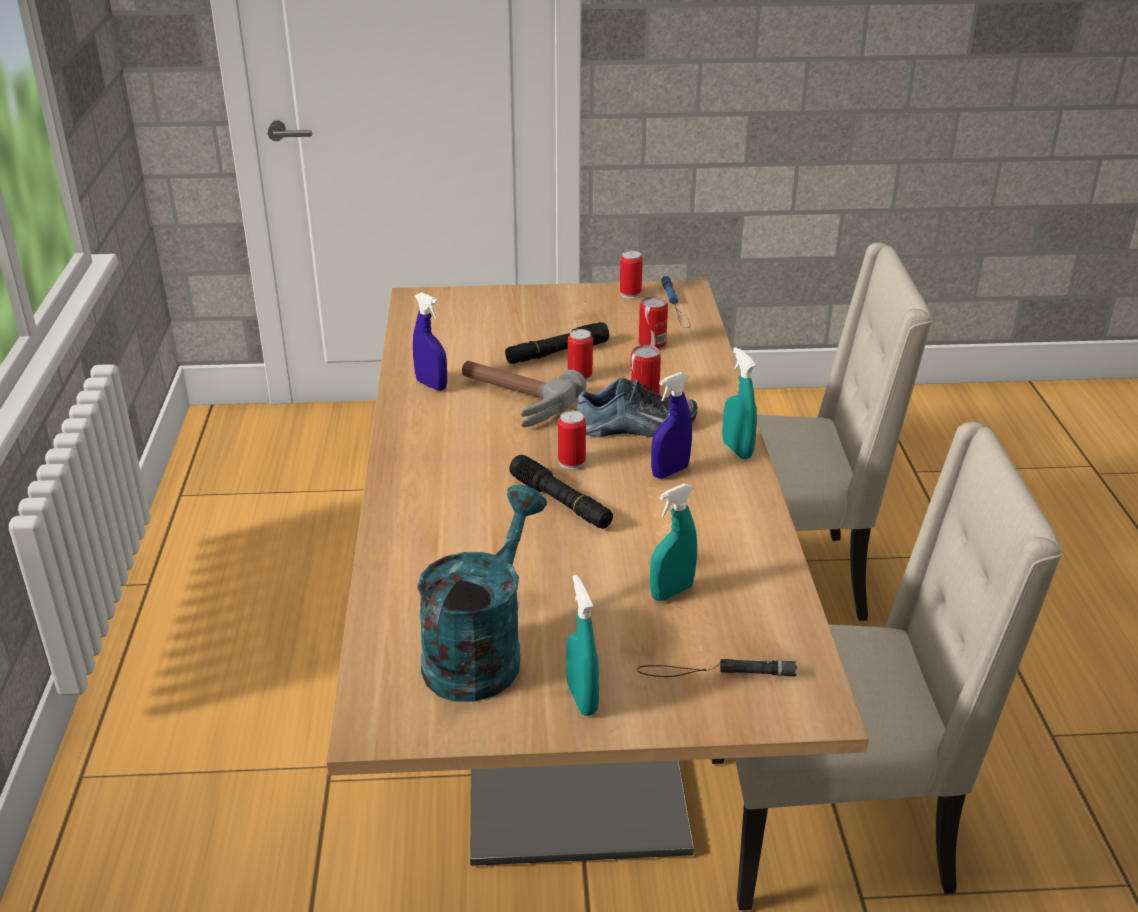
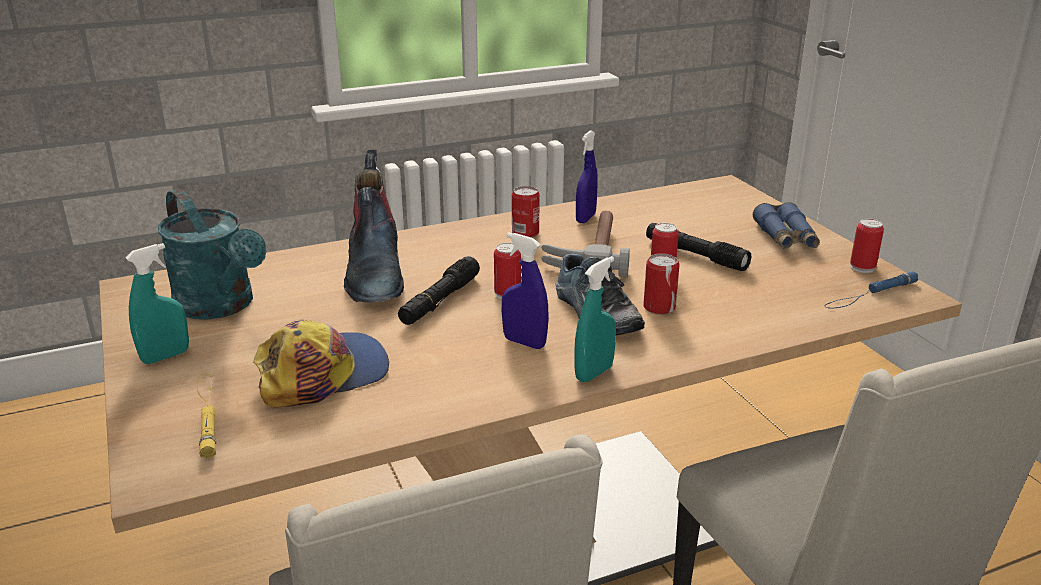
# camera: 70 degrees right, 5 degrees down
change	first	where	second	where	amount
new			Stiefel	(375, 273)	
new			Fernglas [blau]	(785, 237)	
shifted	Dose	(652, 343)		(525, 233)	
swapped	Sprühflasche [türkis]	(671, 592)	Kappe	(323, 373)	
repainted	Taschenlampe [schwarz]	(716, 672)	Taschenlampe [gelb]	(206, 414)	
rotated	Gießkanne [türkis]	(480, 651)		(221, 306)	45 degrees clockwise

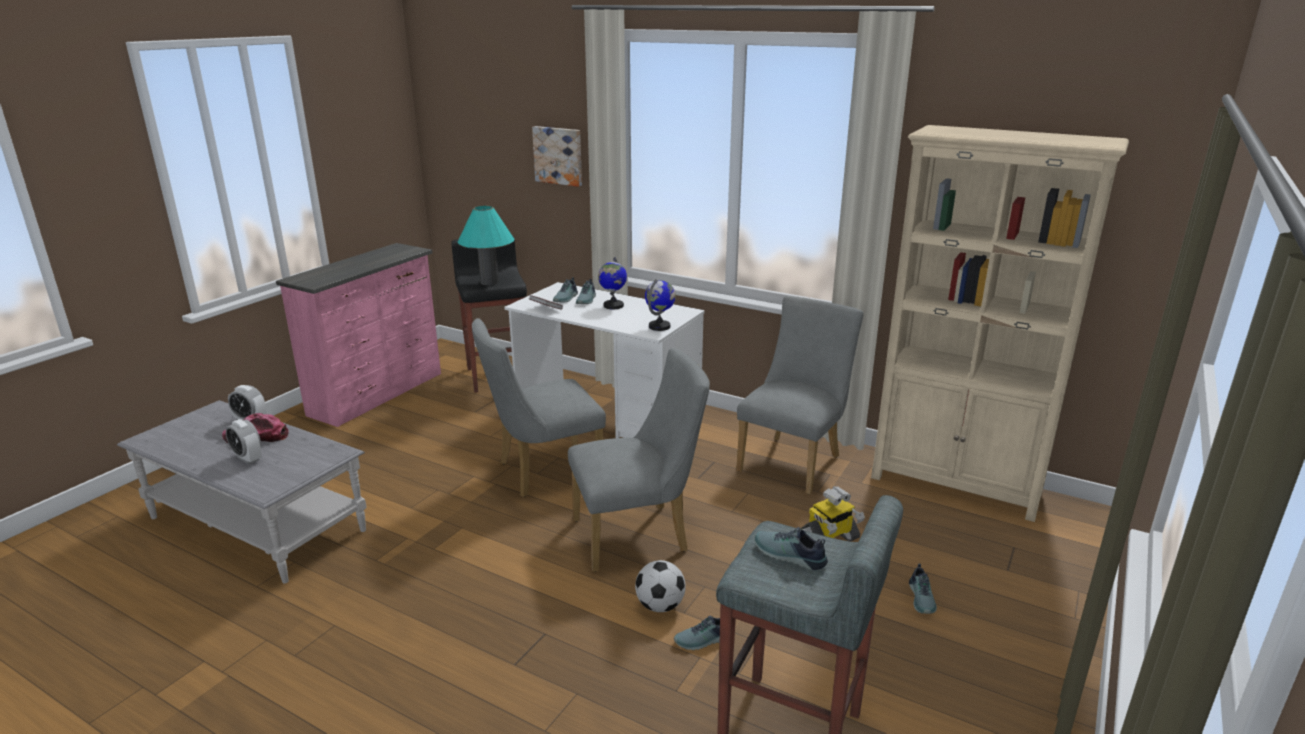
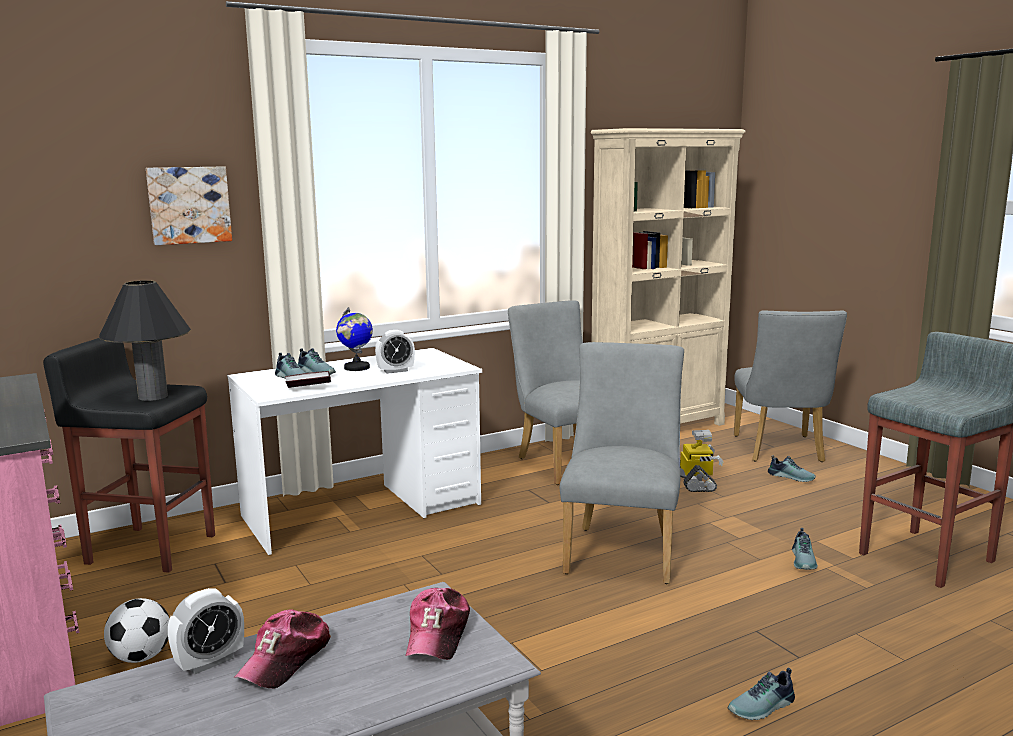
# camera: 60 degrees left, 10 degrees down
change	first	where	second	where	amount
gone	Globus	(659, 327)			
new			Kappe	(438, 634)	
shifted	Wecker	(248, 458)		(395, 371)	
shifted	Stuhl [grau]	(543, 472)		(780, 451)	
shifted	Fußball	(660, 606)		(141, 657)	
shifted	Schuh	(788, 556)		(763, 708)	
repainted	Tischlampe [türkis]	(489, 282)	Tischlampe [schwarz]	(153, 396)	

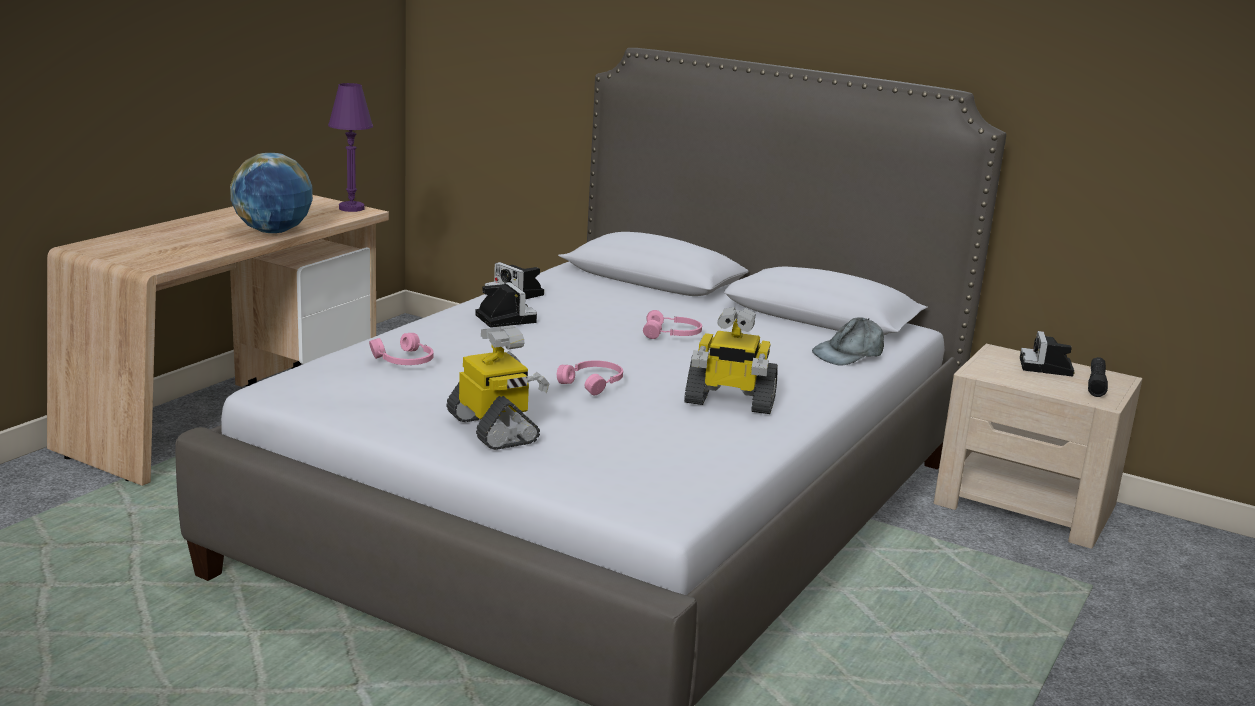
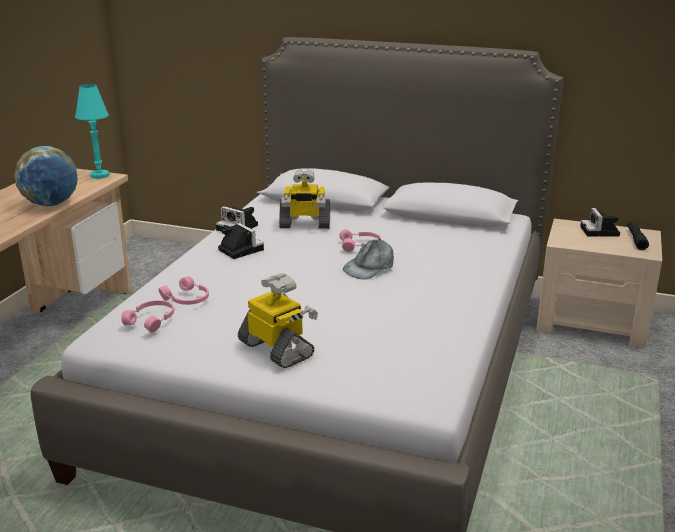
# camera: 10 degrees left, 5 degrees up
change	first	where	second	where	amount
shifted	Kopfhörer [rosa]	(593, 383)		(152, 320)	
shifted	Spielzeugroboter	(729, 402)		(304, 224)	
shifted	Kappe [grau]	(849, 354)		(369, 267)	
repainted	Tischlampe [lila]	(351, 208)	Tischlampe [türkis]	(99, 175)	

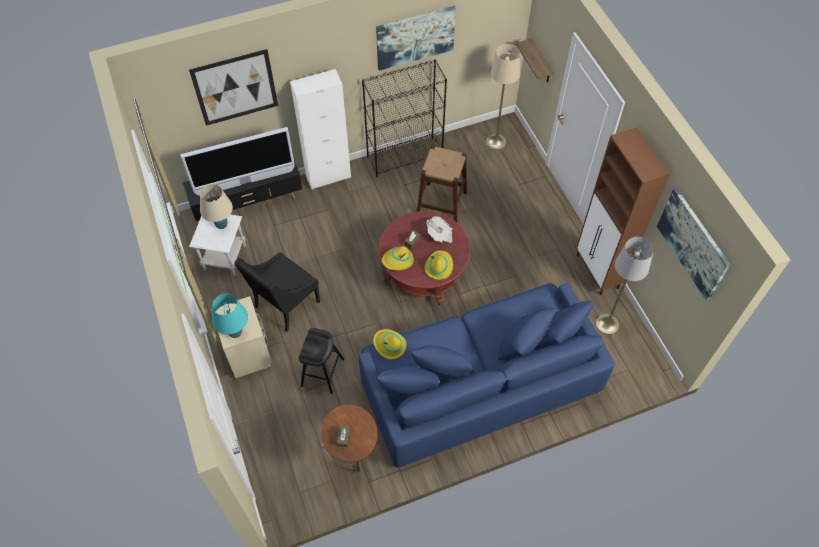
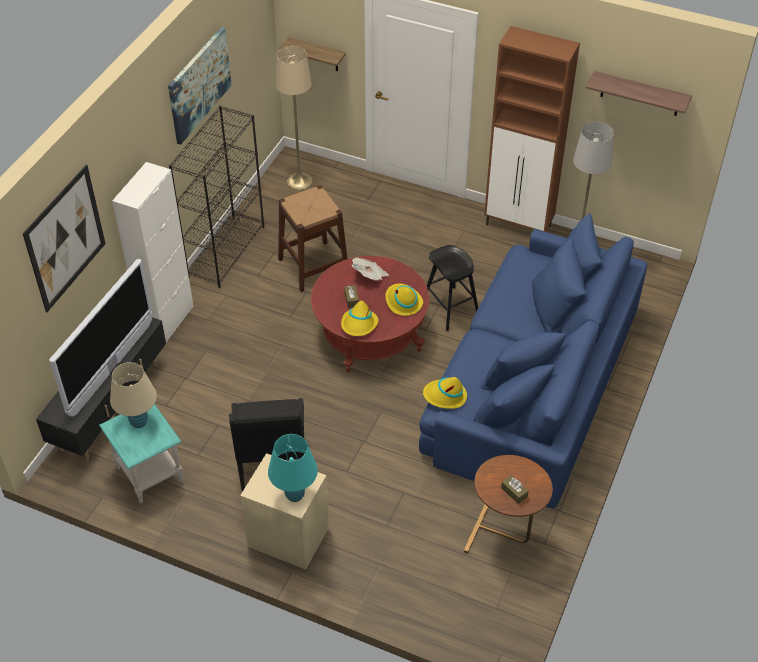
# camera: 45 degrees left, 10 degrees down
change	first	where	second	where	amount
shifted	Hocker [schwarz]	(322, 372)		(450, 308)	
swapped	Bild	(693, 243)	Wandregal	(640, 94)	
repainted	Beistelltisch [weiß]	(225, 257)	Beistelltisch [türkis]	(149, 473)	

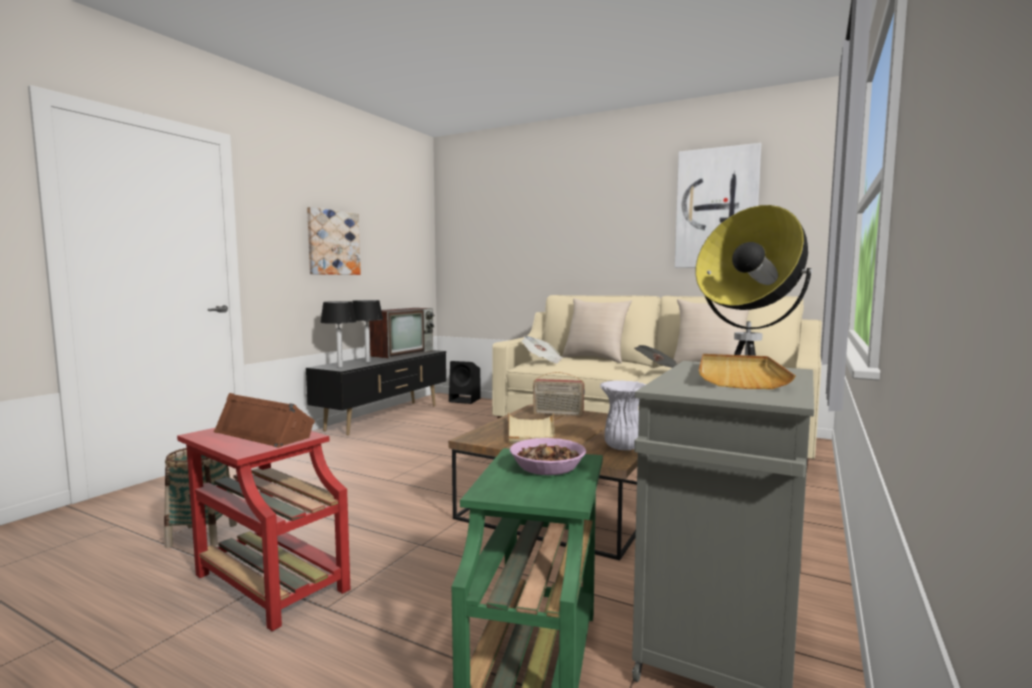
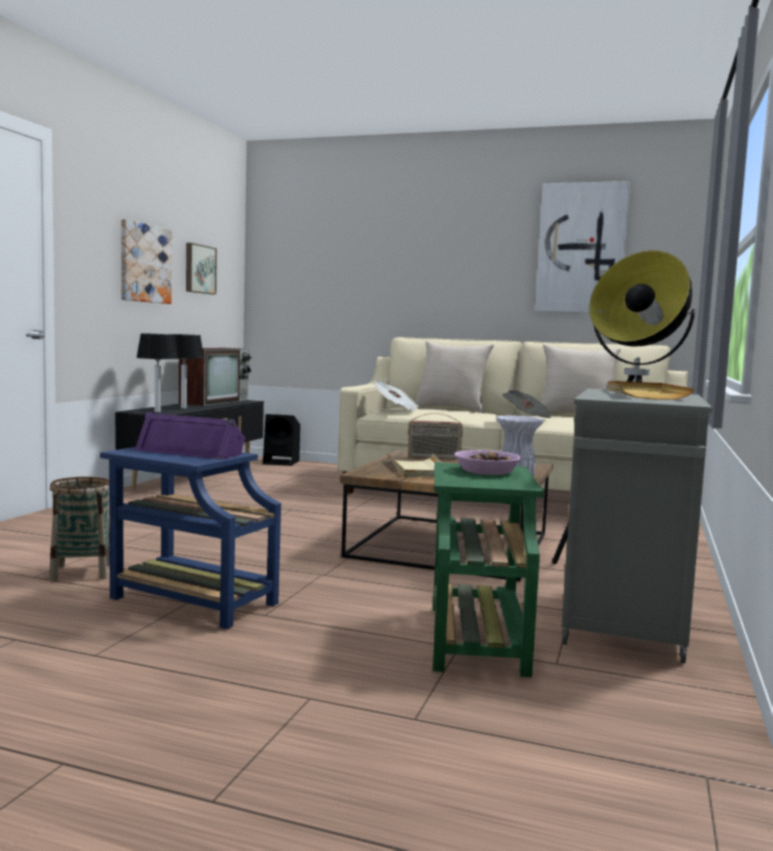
# camera: 10 degrees left, 0 degrees up
change	first	where	second	where	amount
new			Bild	(199, 269)	
repainted	Beistelltisch [rot]	(268, 581)	Beistelltisch [blau]	(190, 601)	
repainted	Lautsprecher [braun]	(265, 433)	Lautsprecher [lila]	(191, 452)	

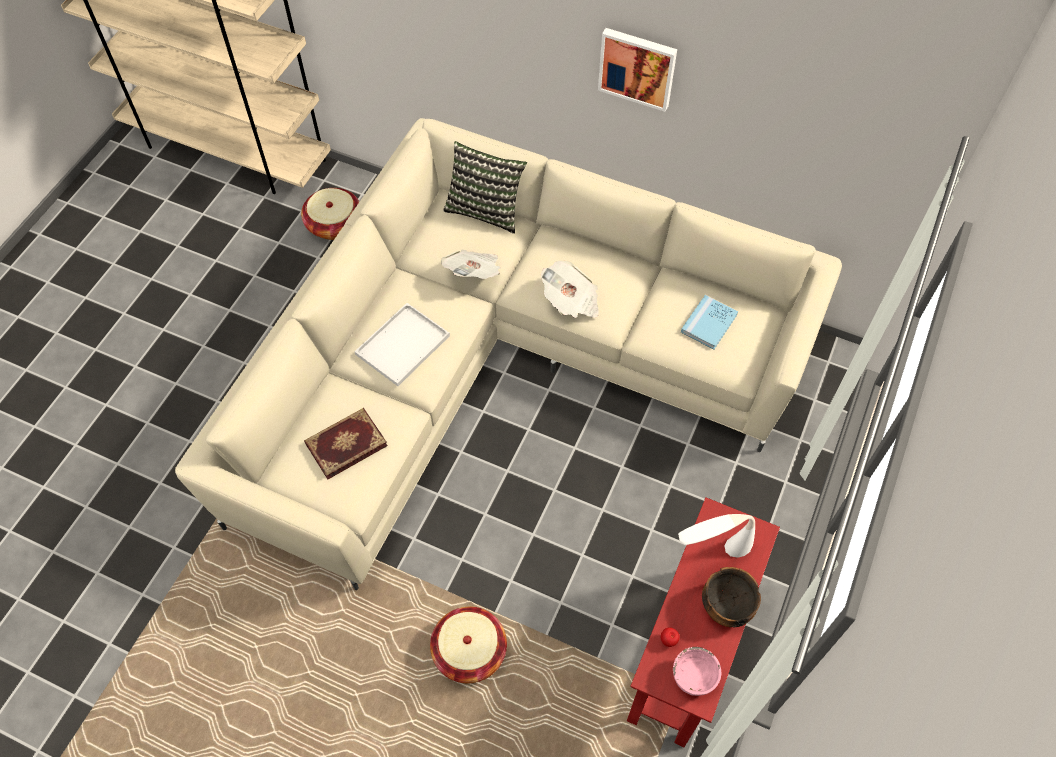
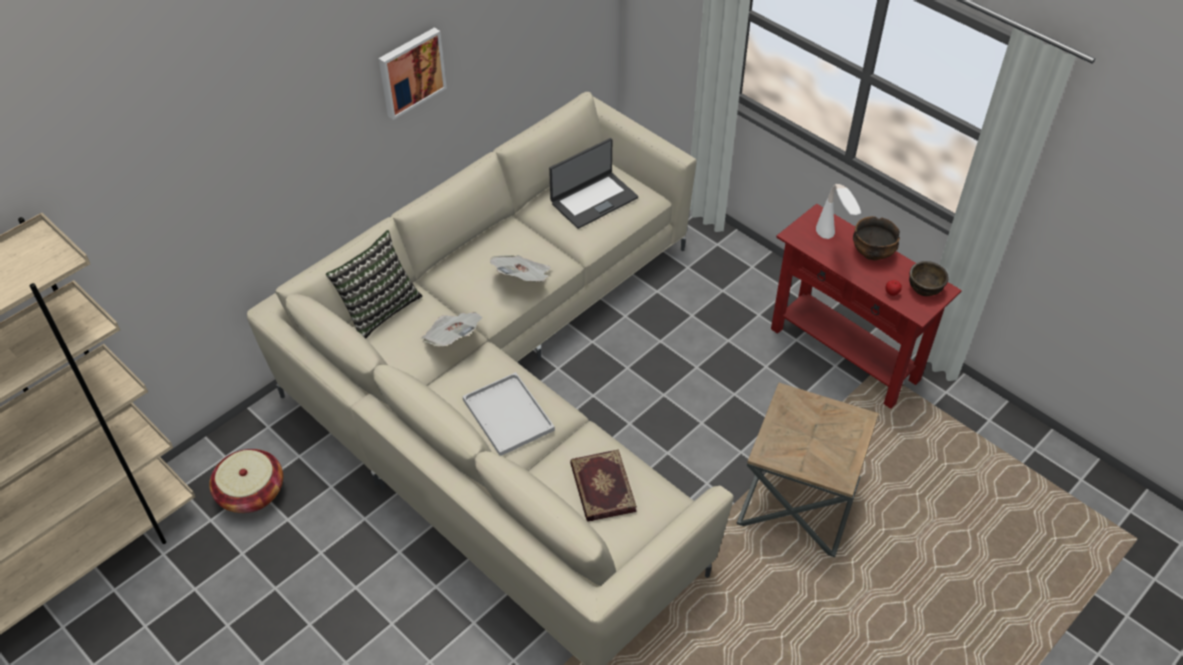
# camera: 70 degrees left, 10 degrees down
change	first	where	second	where	amount
swapped	Korb	(469, 651)	Beistelltisch [braun]	(798, 501)	
swapped	Buch [blau]	(709, 323)	Laptop	(593, 200)	
repainted	Schüssel [rosa]	(694, 676)	Schüssel [braun]	(924, 288)	

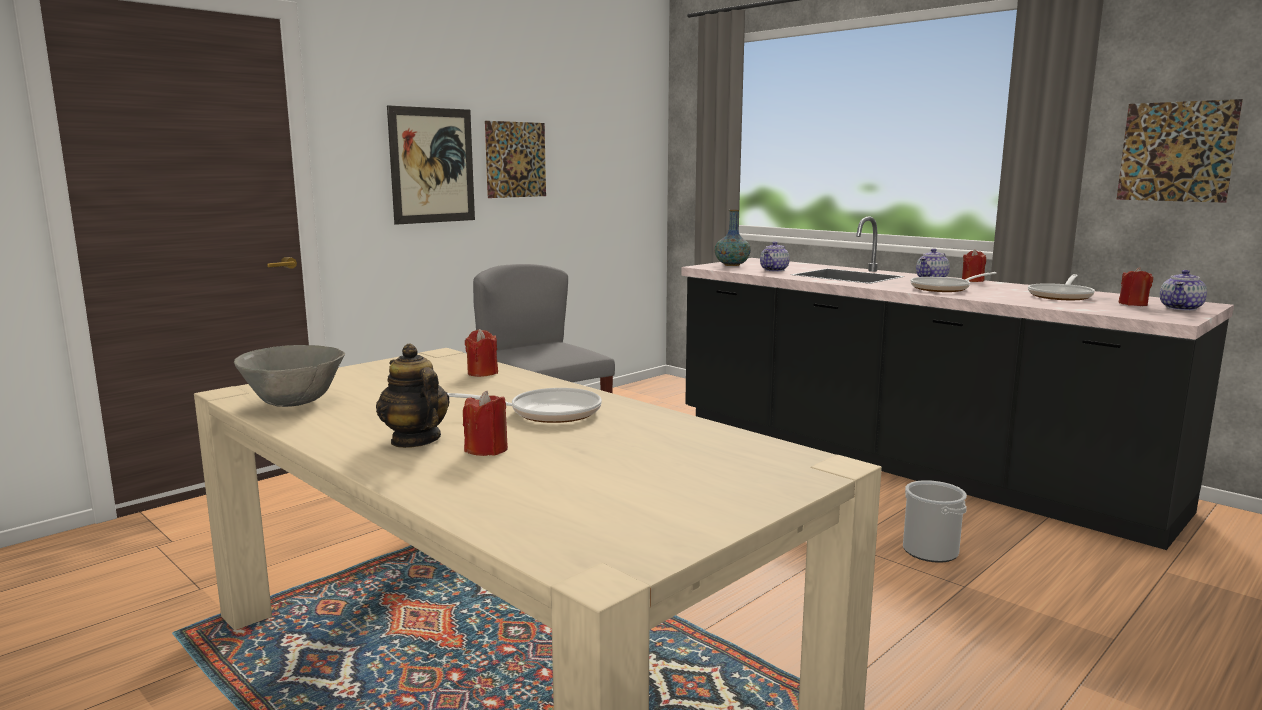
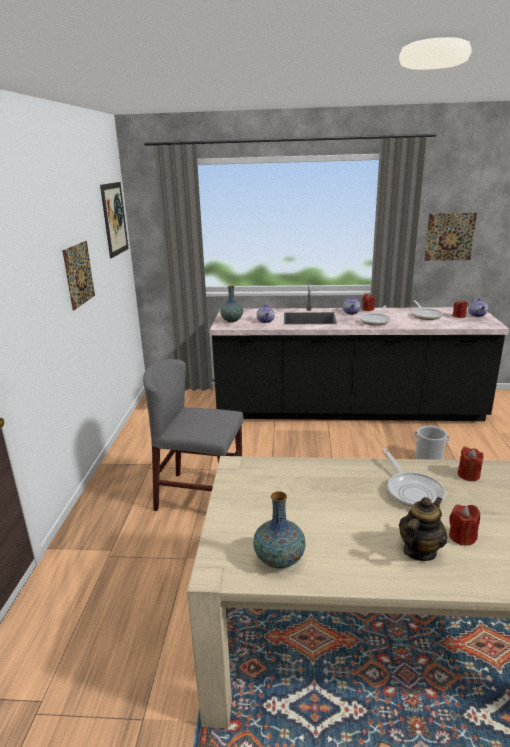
# camera: 40 degrees left, 10 degrees up
change	first	where	second	where	amount
shifted	Bild	(432, 165)		(114, 219)	
shifted	Kerze [rot]	(482, 373)		(468, 475)	
swapped	Schüssel [grau]	(295, 403)	Vase	(279, 559)	
rotated	Teekanne	(415, 440)		(419, 550)	120 degrees clockwise
rotated	Pfanne	(547, 413)		(412, 491)	120 degrees clockwise

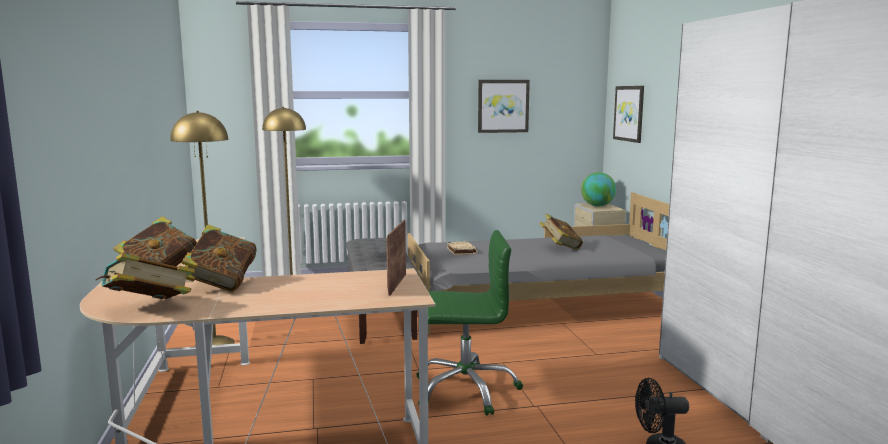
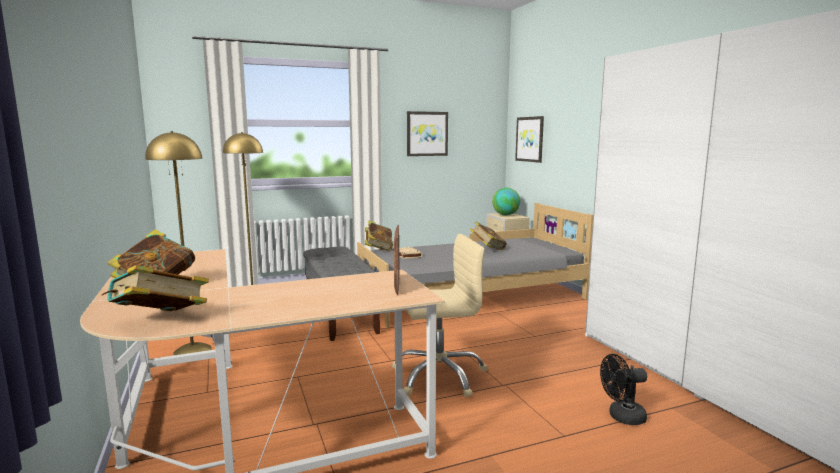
# camera: 10 degrees left, 0 degrees up
change	first	where	second	where	amount
shifted	Buch	(221, 285)		(378, 249)	
repainted	Bürostuhl [grün]	(466, 389)	Bürostuhl [beige]	(439, 375)	

